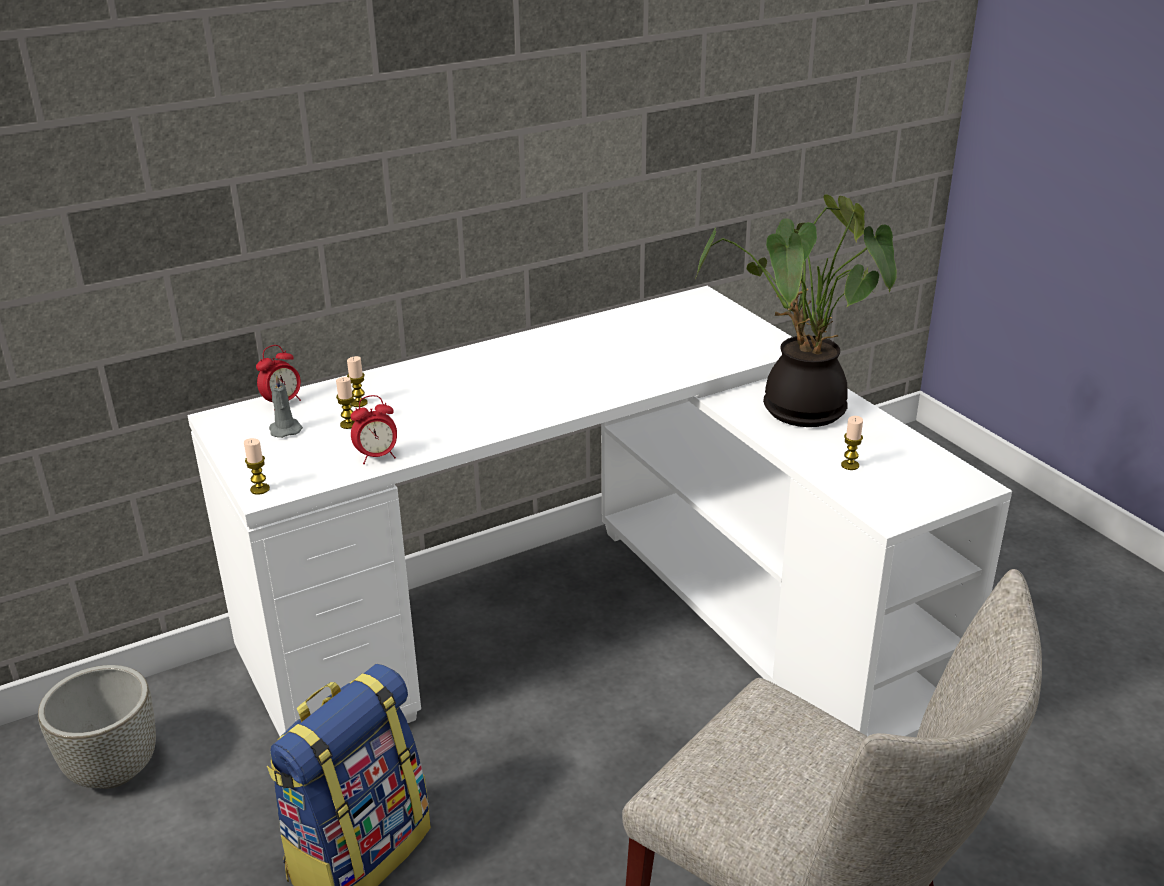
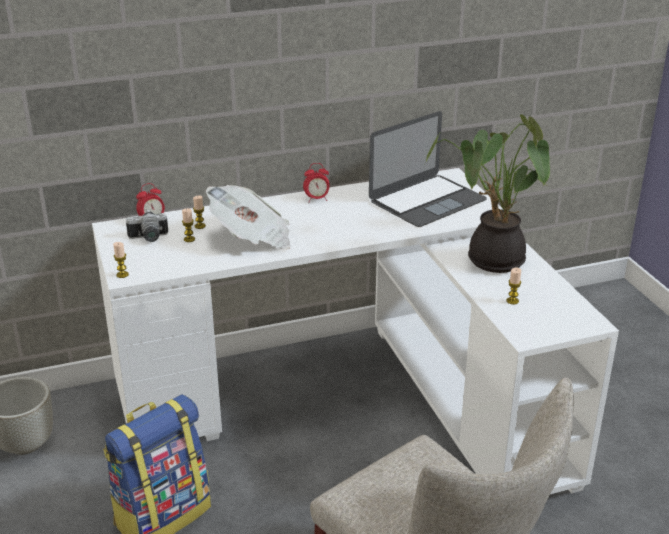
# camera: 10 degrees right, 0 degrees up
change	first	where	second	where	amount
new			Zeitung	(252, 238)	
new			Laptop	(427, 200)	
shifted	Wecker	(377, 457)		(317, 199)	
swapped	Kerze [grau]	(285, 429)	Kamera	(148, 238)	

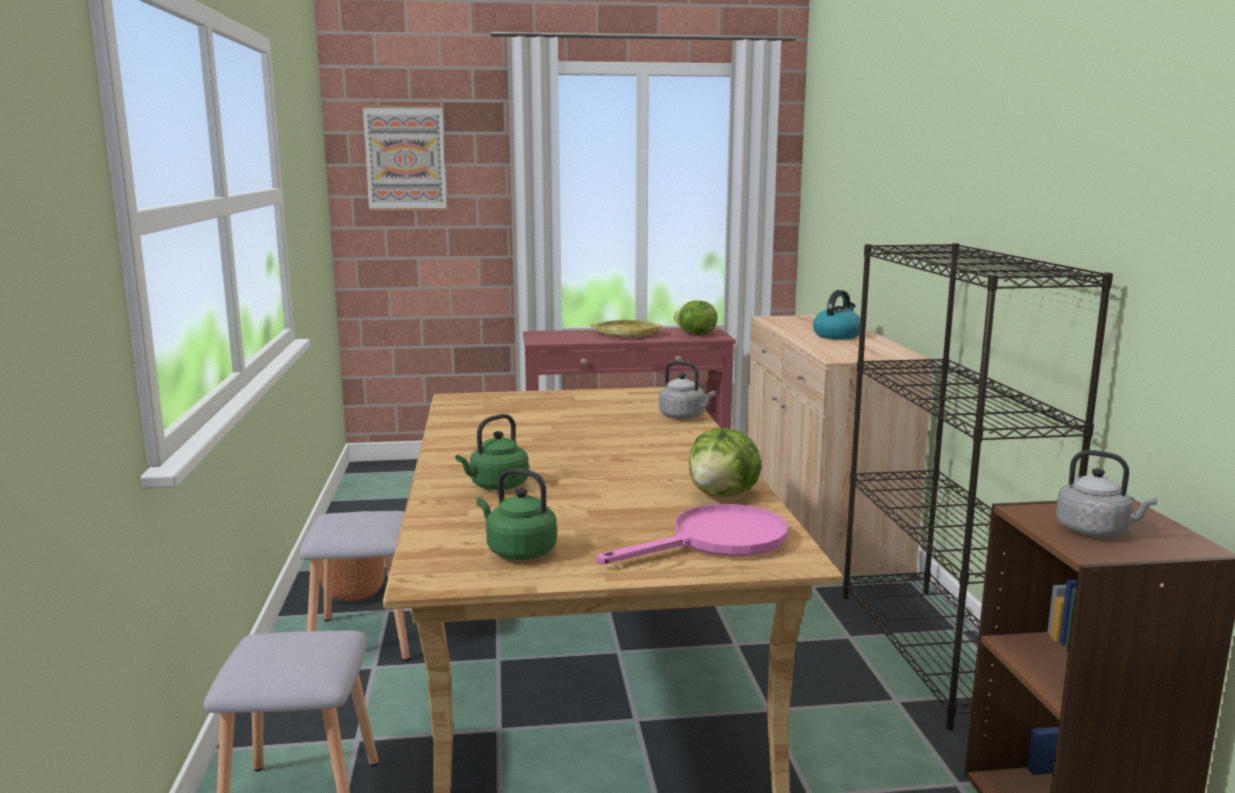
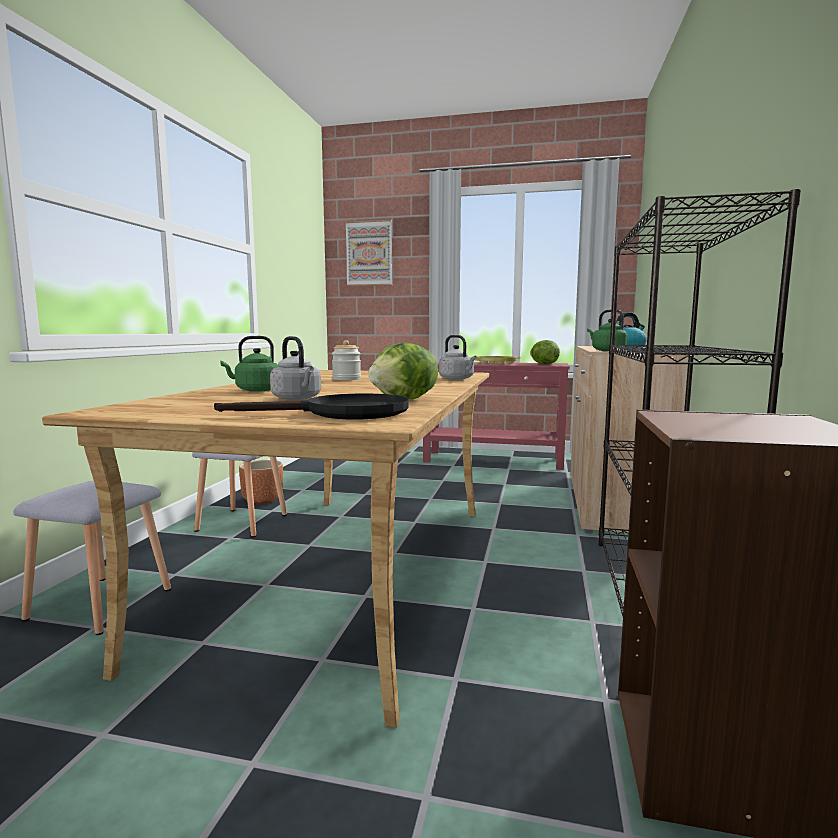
# camera: 20 degrees right, 5 degrees down
change	first	where	second	where	amount
new			Vorratsglas	(346, 379)	
shifted	Wasserkessel [grün]	(518, 551)		(606, 350)	
shifted	Wasserkessel [grau]	(1096, 531)		(297, 398)	
repainted	Pfanne [rosa]	(716, 542)	Pfanne [schwarz]	(342, 413)	

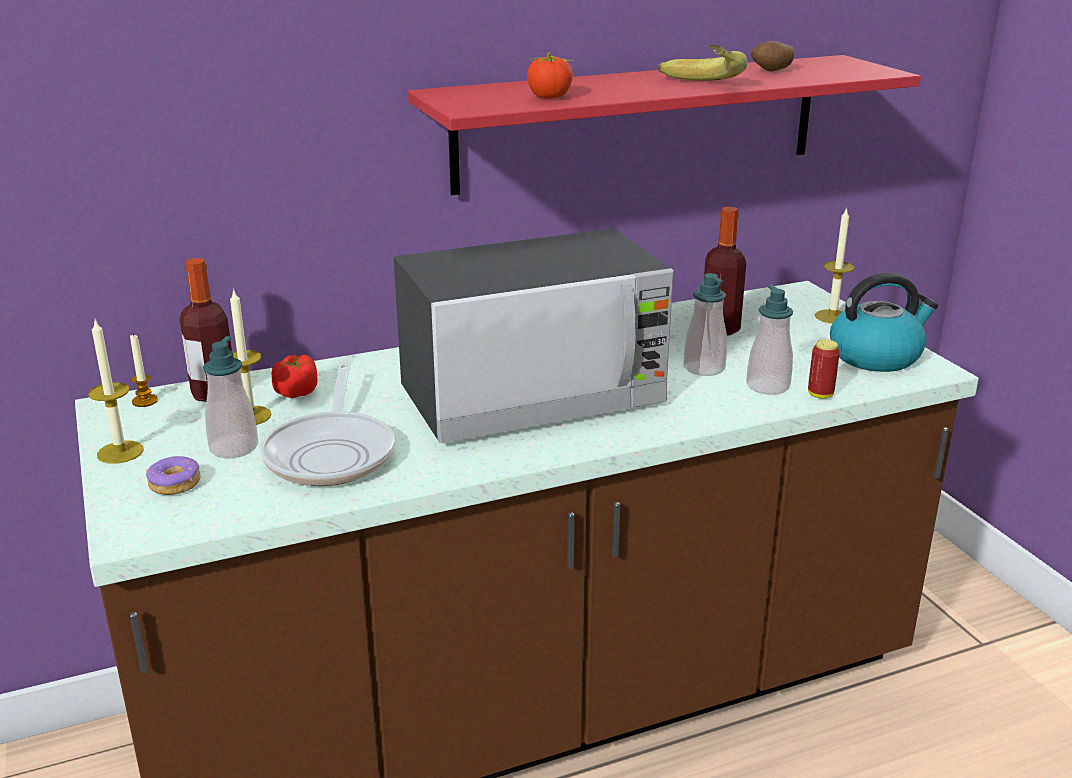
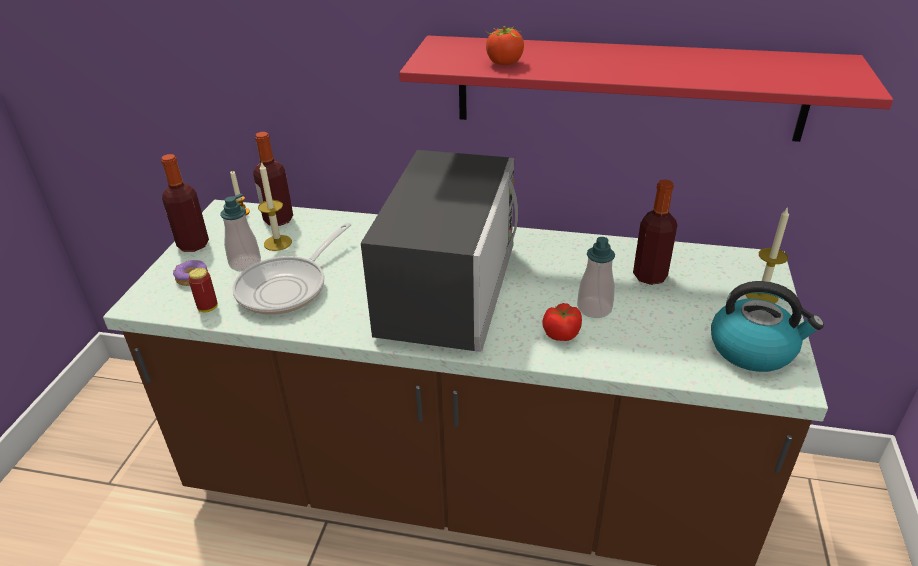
# camera: 35 degrees right, 10 degrees up
change	first	where	second	where	amount
gone	Banane	(697, 87)			
gone	Seifenspender	(768, 386)			
gone	Kartoffel	(771, 71)			
shifted	Tomate	(297, 392)		(561, 334)	
shifted	Dose	(820, 395)		(208, 308)	
swapped	Kerze	(120, 452)	Flasche	(193, 245)	
rotated	Mikrowelle	(533, 397)		(448, 289)	90 degrees counterclockwise

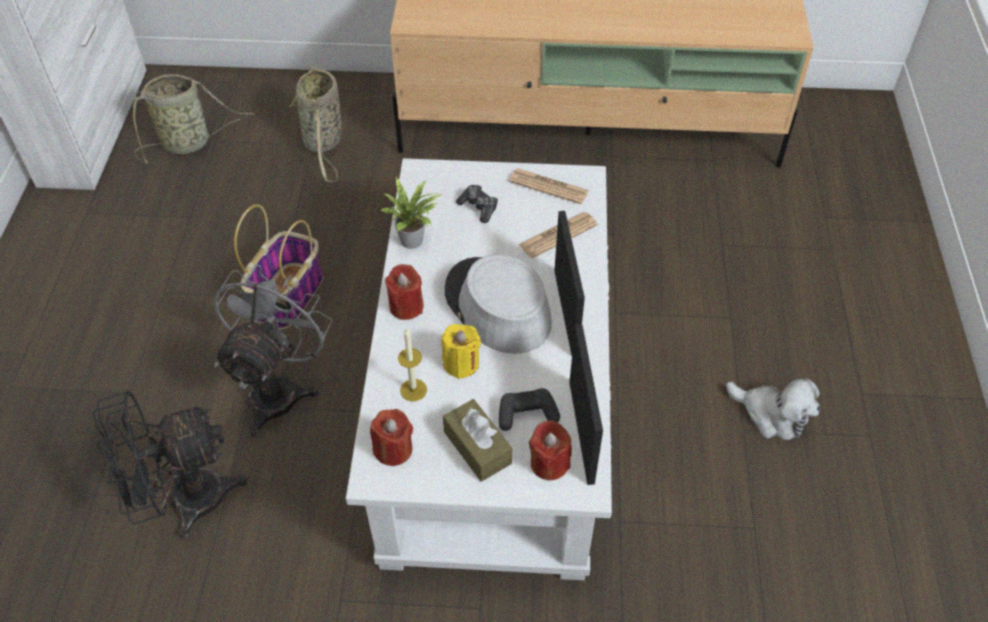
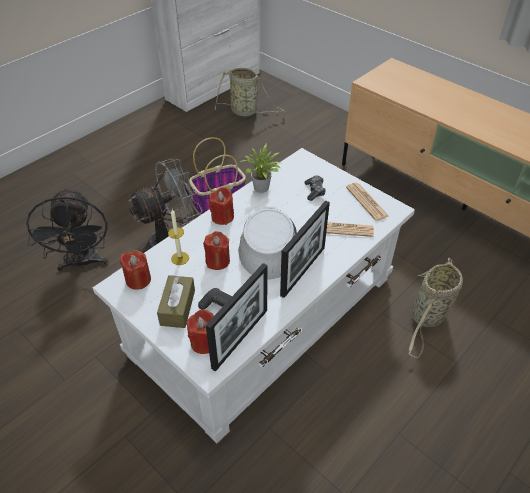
# camera: 40 degrees right, 5 degrees down
change	first	where	second	where	amount
gone	Plüschtier	(772, 415)			
shifted	Korb	(323, 143)		(427, 318)	
repainted	Kerze [gelb]	(461, 363)	Kerze [rot]	(217, 261)	
rotated	Ventilator [schwarz]	(184, 501)		(83, 263)	120 degrees counterclockwise

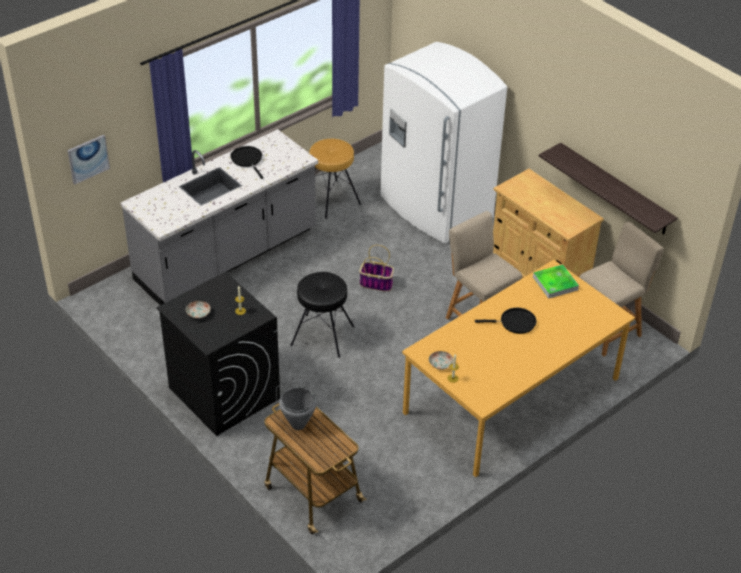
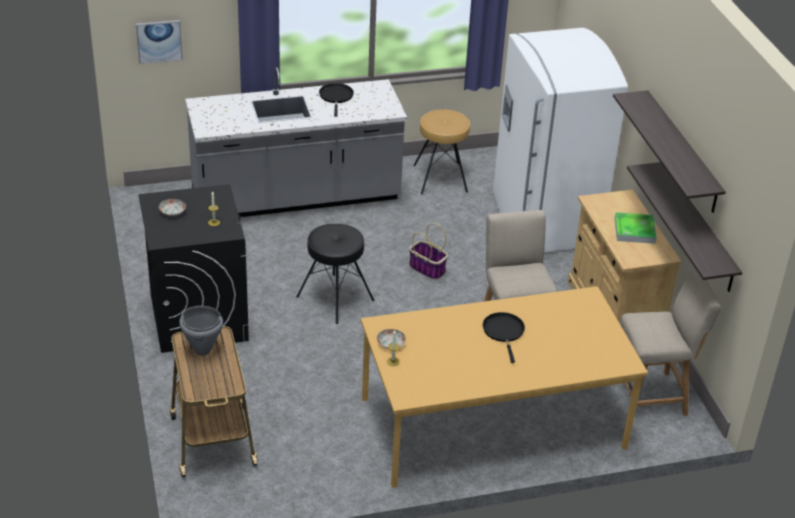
# camera: 25 degrees right, 5 degrees down
change	first	where	second	where	amount
new			Wandregal	(682, 152)	
shifted	Tablett	(555, 283)		(634, 230)	
rotated	Pfanne [schwarz]	(515, 323)		(504, 332)	120 degrees counterclockwise

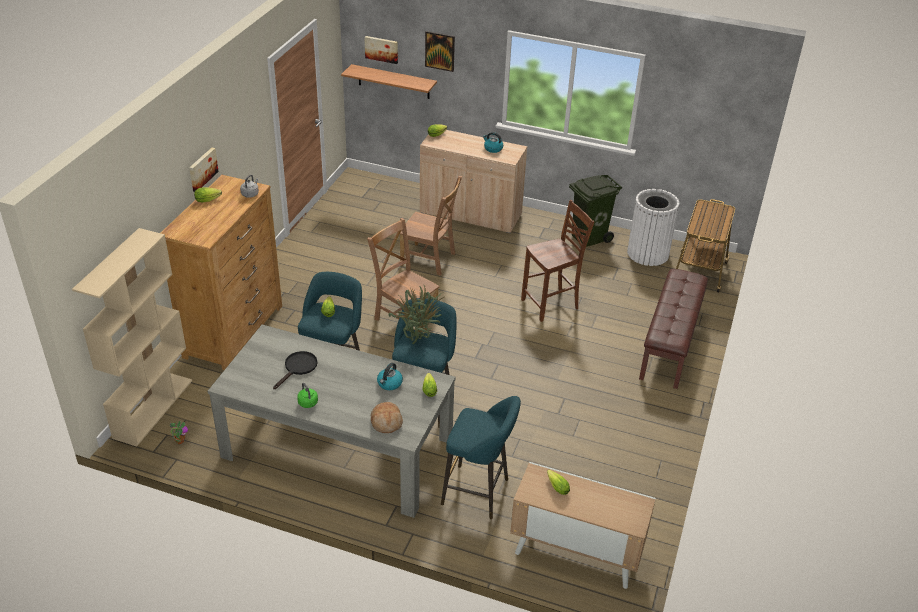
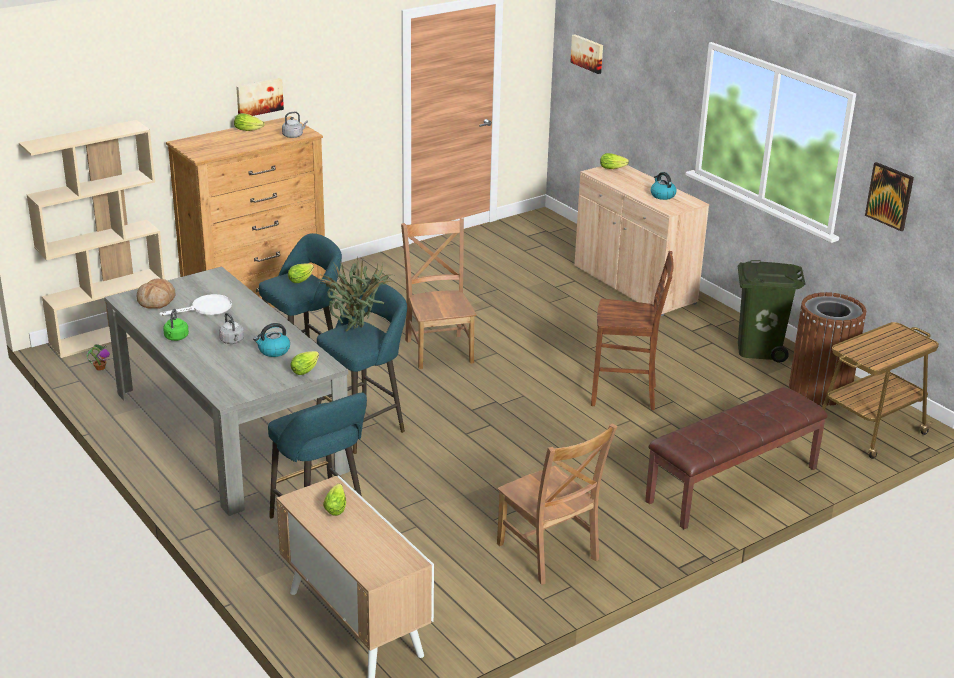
# camera: 35 degrees right, 10 degrees down
change	first	where	second	where	amount
gone	Wandregal	(393, 82)			
new			Wasserkessel [grau]	(232, 341)	
shifted	Brot	(386, 422)		(157, 301)	
shifted	Stuhl [braun]	(430, 260)		(549, 554)	
shifted	Bild	(440, 51)		(890, 196)	
repainted	Pfanne [schwarz]	(298, 368)	Pfanne [weiß]	(206, 309)	
repainted	Mülleimer [weiß]	(648, 253)	Mülleimer [braun]	(820, 389)	

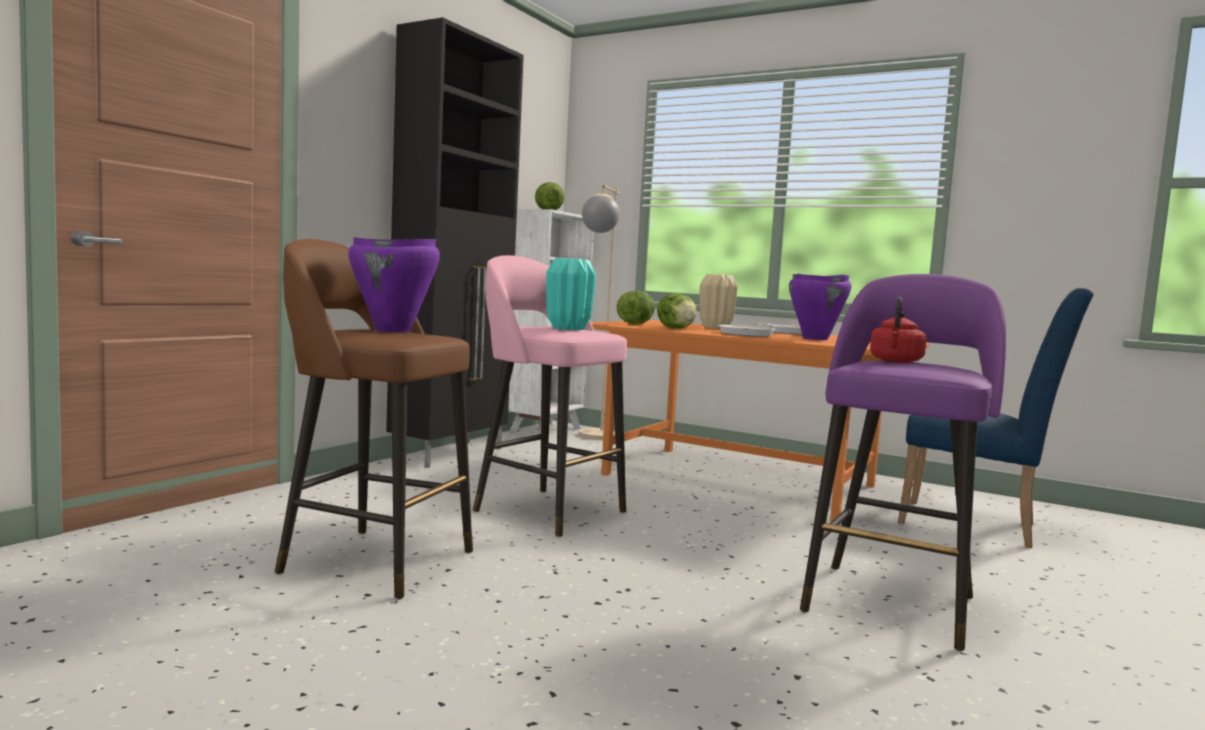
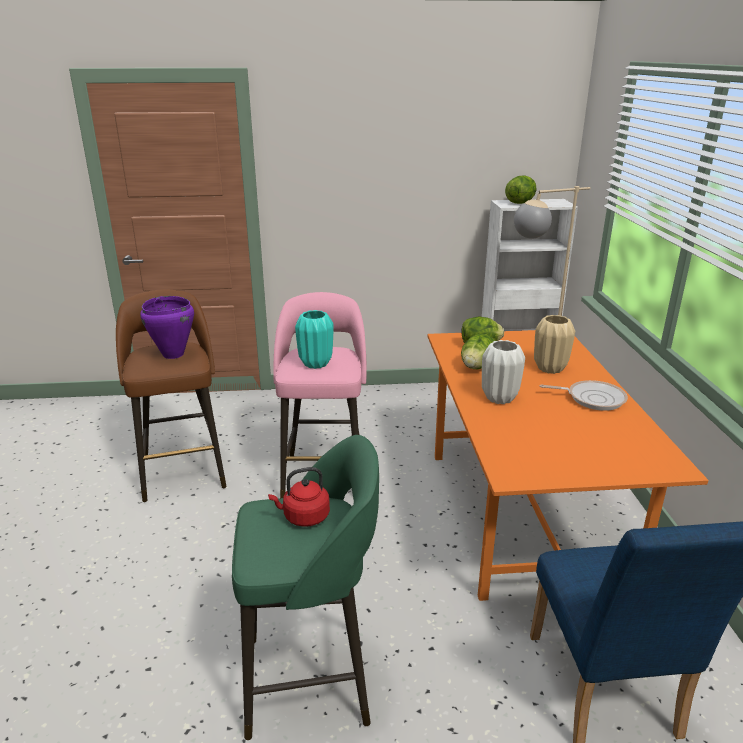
# camera: 55 degrees right, 20 degrees up
change	first	where	second	where	amount
gone	Schrank [schwarz]	(450, 454)			
gone	Kochtopf [lila]	(816, 339)			
swapped	Pfanne	(745, 334)	Vase [weiß]	(499, 398)	
repainted	Hocker [lila]	(891, 602)	Hocker [grün]	(311, 680)	

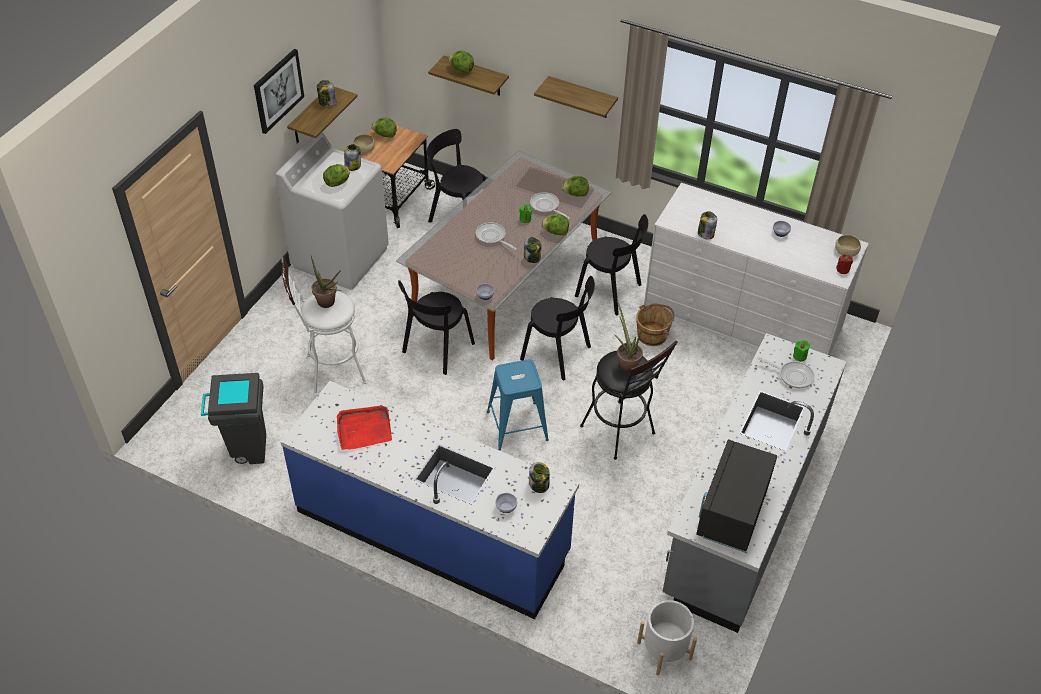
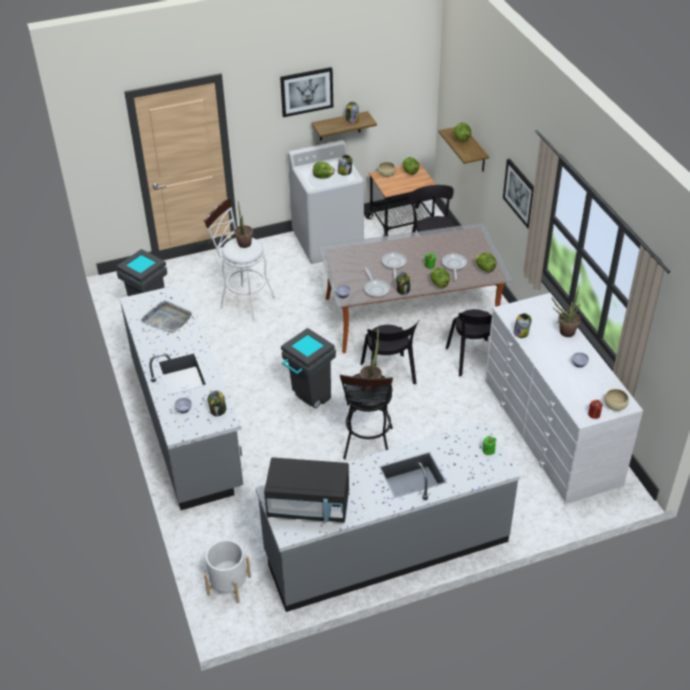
# camera: 45 degrees right, 5 degrees down
change	first	where	second	where	amount
gone	Stuhl [schwarz]	(436, 350)			
gone	Eimer [braun]	(652, 335)			
new			Topfpflanze	(564, 333)	
shifted	Pfanne	(792, 376)		(376, 289)	
swapped	Hocker [blau]	(517, 425)	Mülleimer [grau]	(309, 399)	
swapped	Wandregal	(582, 98)	Bild	(520, 193)	
repainted	Küchenzeile [blau]	(432, 532)	Küchenzeile [grau]	(187, 423)	
repainted	Tablett [rot]	(363, 429)	Tablett [grau]	(167, 319)	
rotated	Mikrowelle [schwarz]	(732, 511)		(308, 506)	150 degrees counterclockwise

